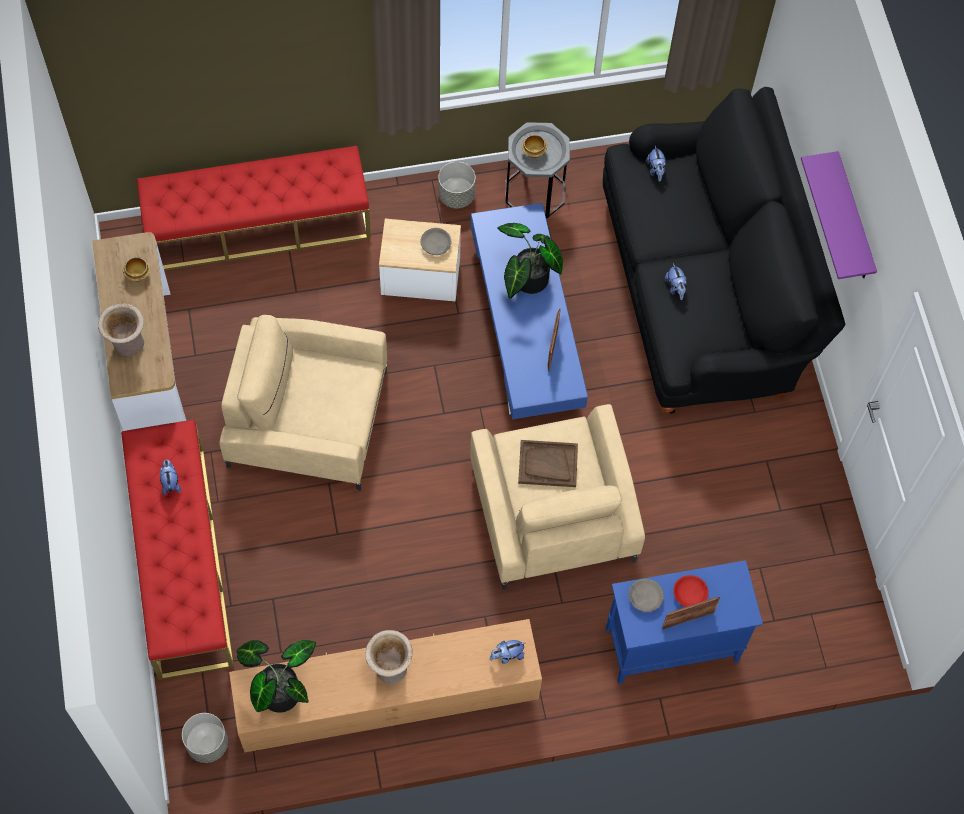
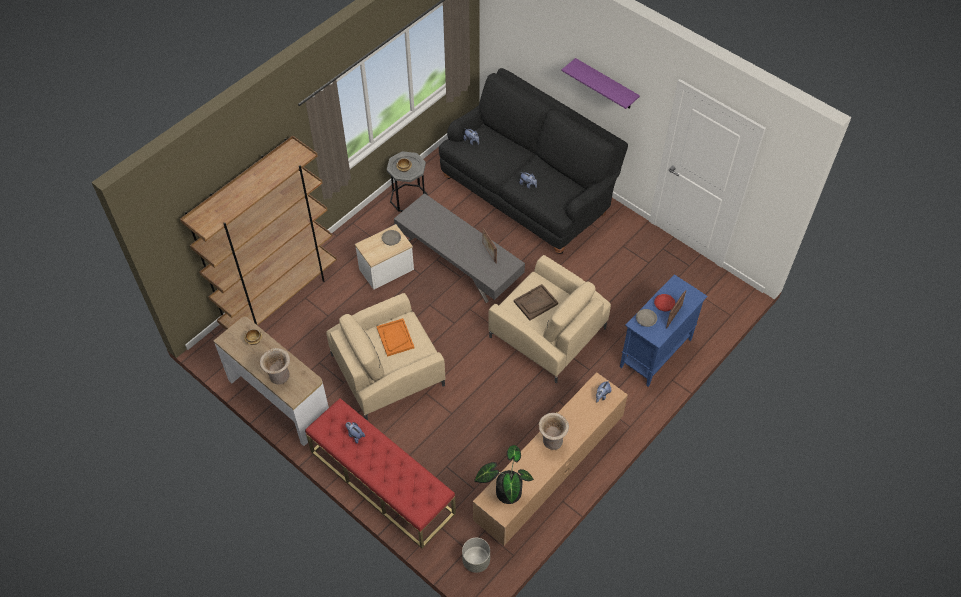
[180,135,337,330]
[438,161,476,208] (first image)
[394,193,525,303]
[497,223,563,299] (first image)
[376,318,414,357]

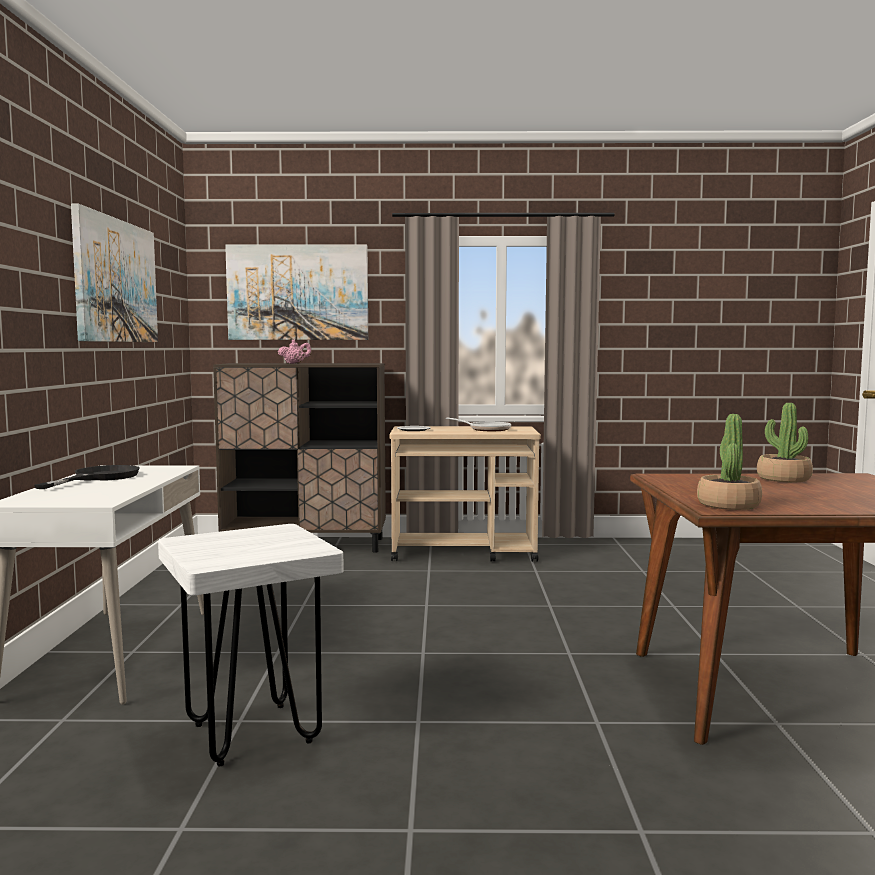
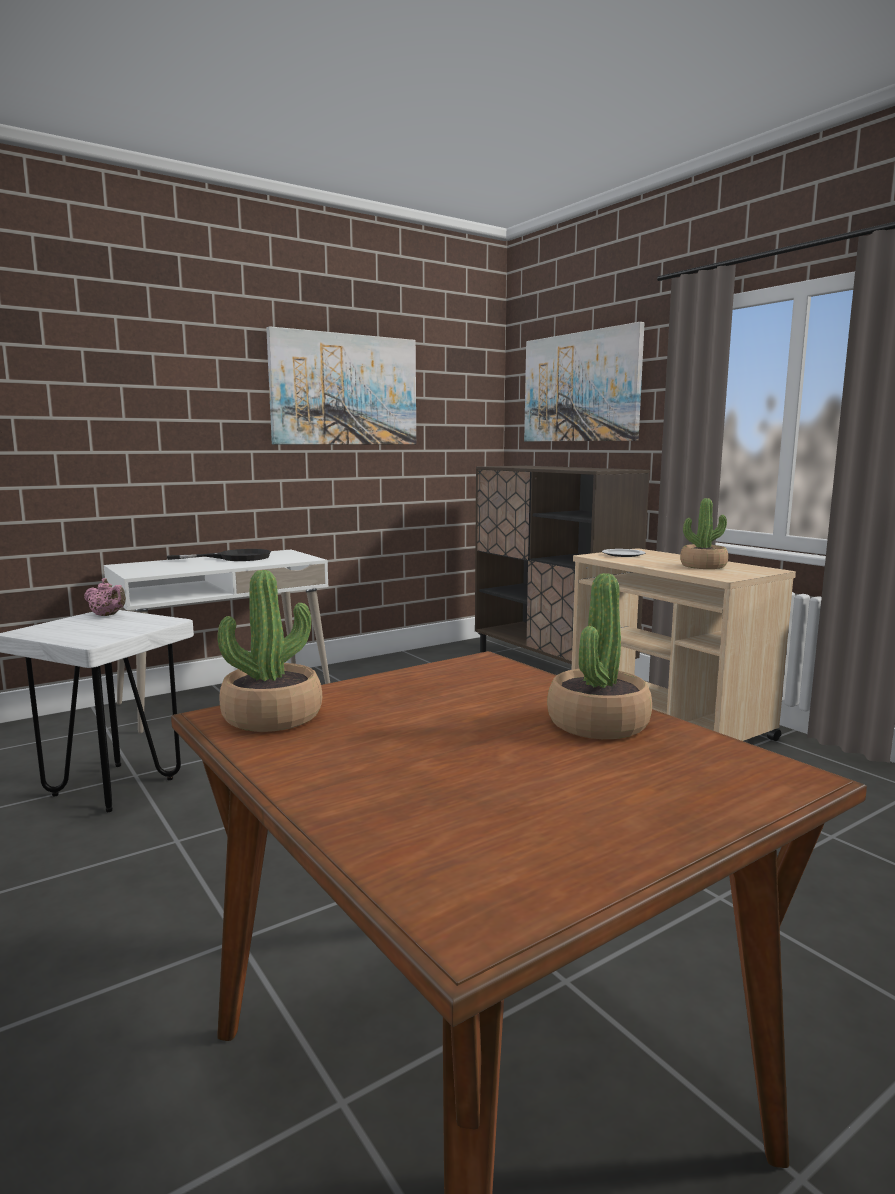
[84,578,126,616]
[680,498,728,569]

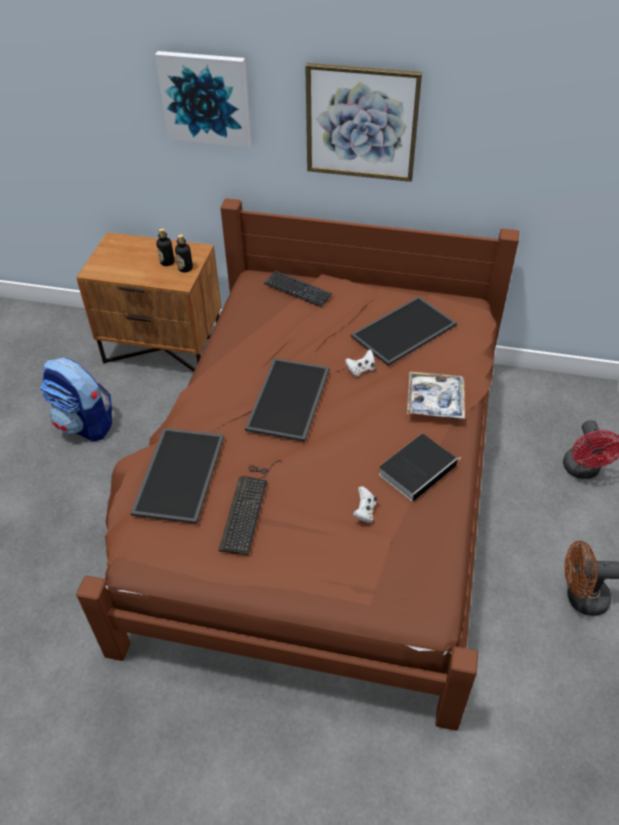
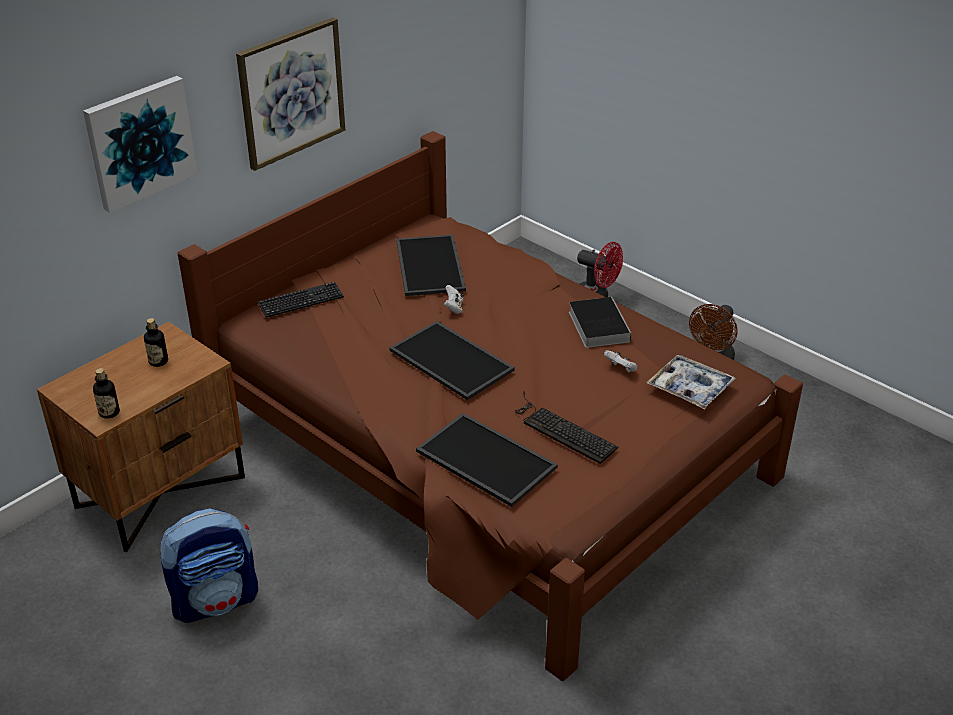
[93,368,120,419]
[646,355,736,409]

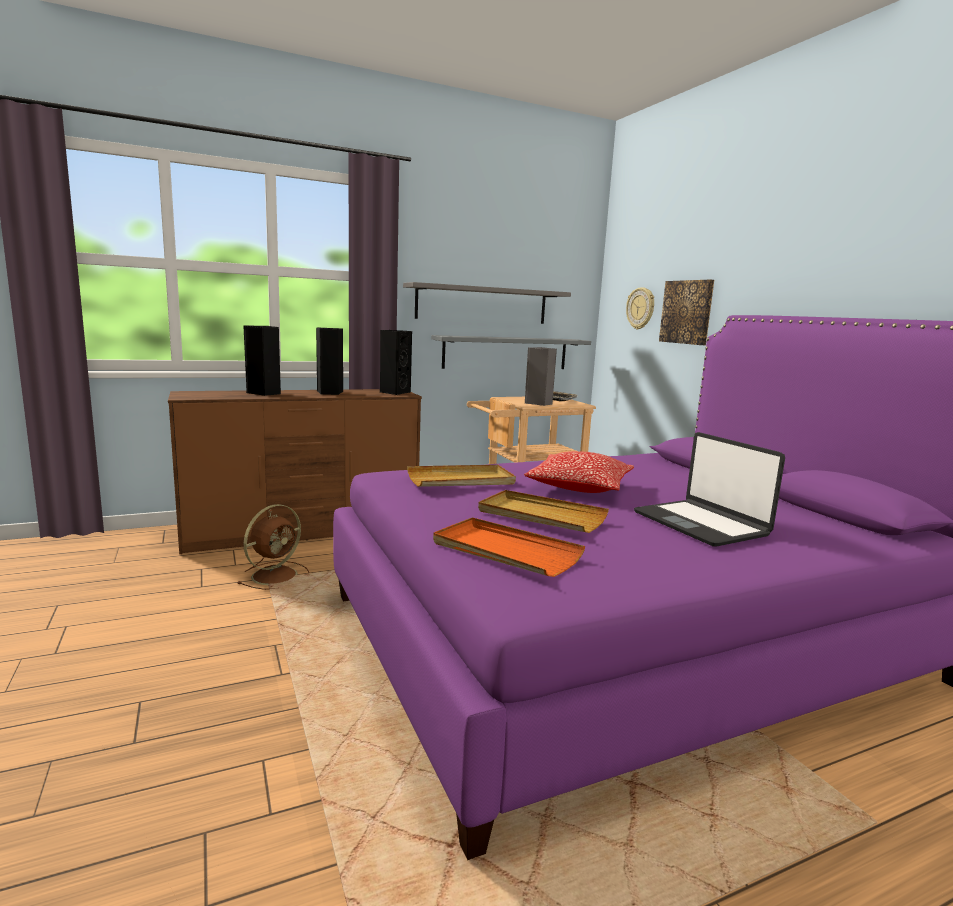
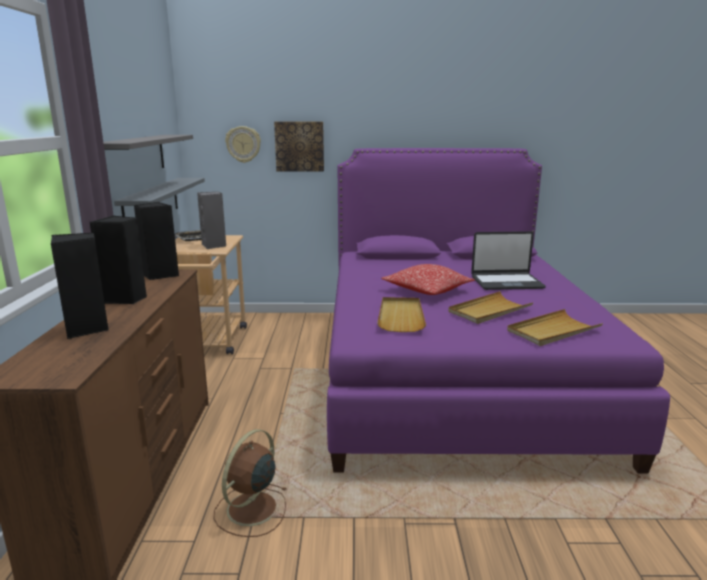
[213,429,286,537]
[507,309,603,346]

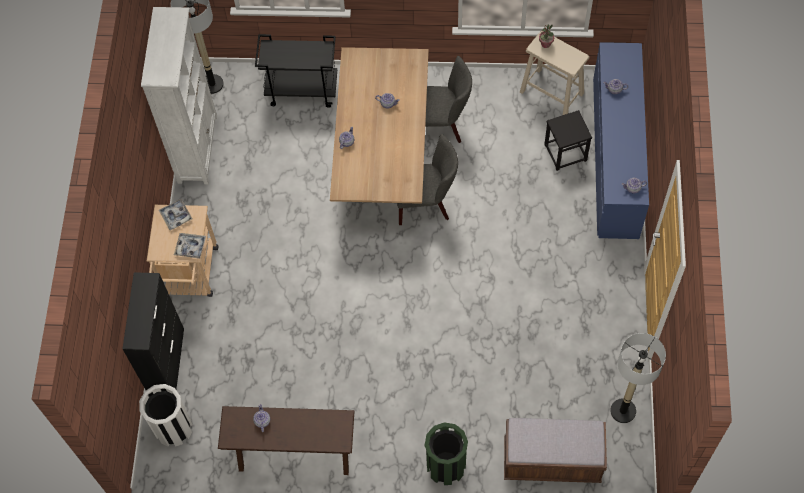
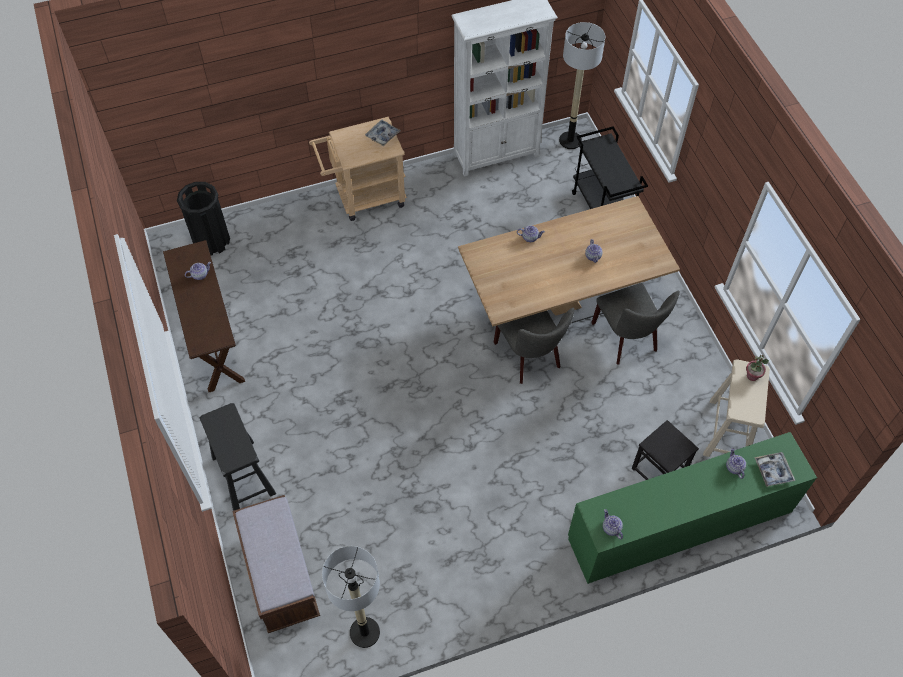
[568,432,817,584]
[754,452,795,487]
[122,272,184,397] (first image)
[177,182,230,256]
[200,403,276,511]

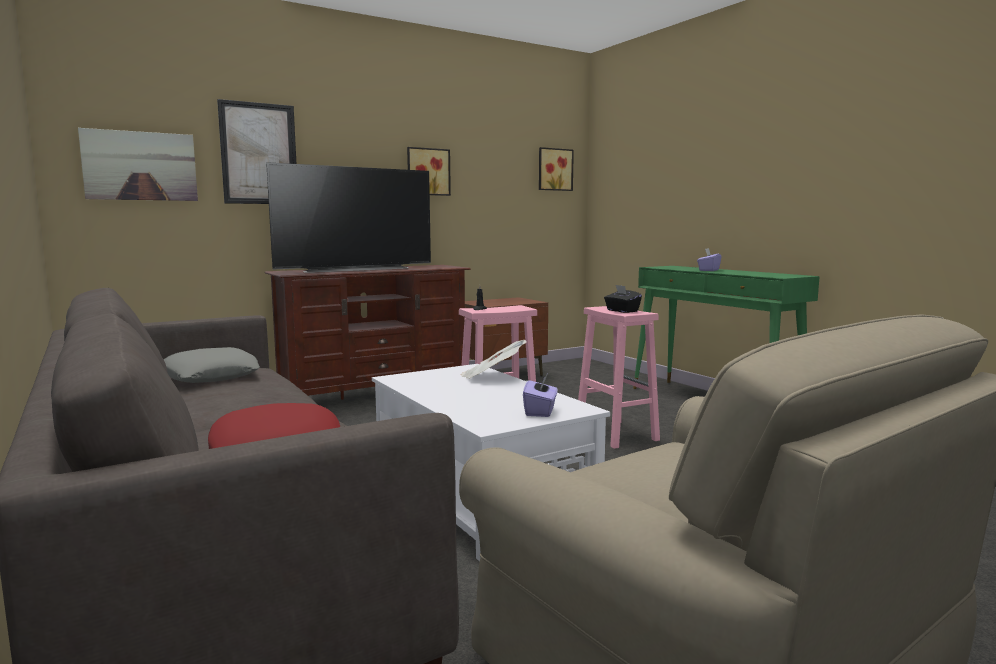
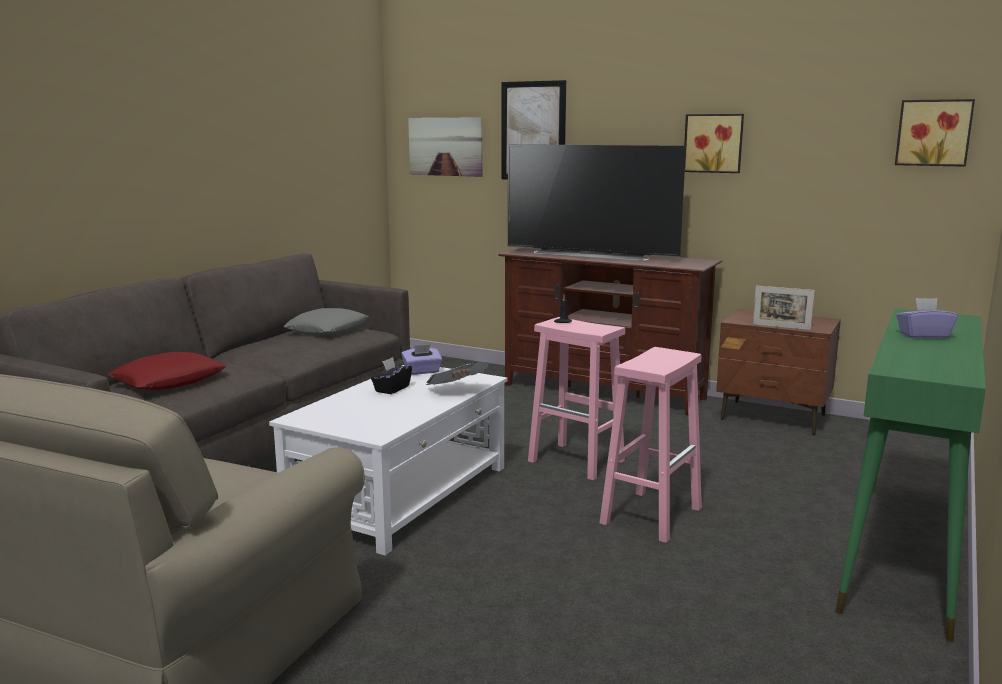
[371,357,412,394]
[401,345,442,375]
[753,286,815,330]

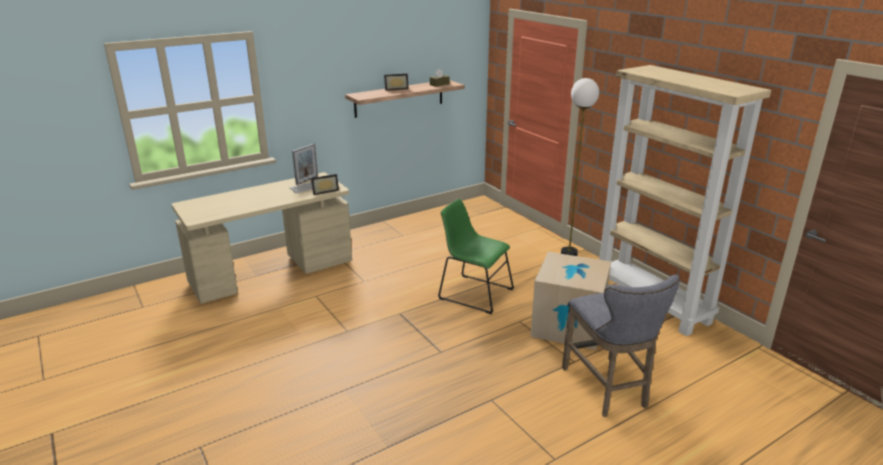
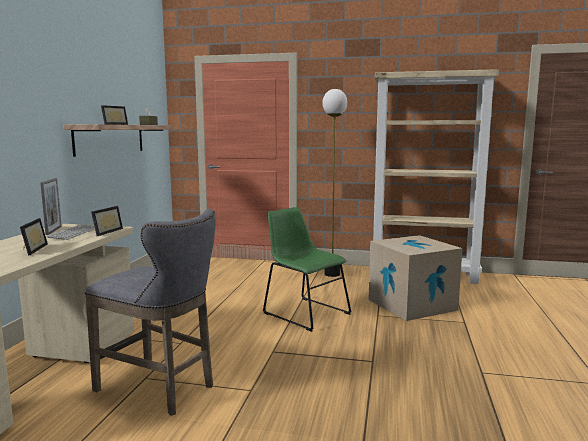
[263,207,351,332]
[85,209,216,416]
[20,218,48,256]

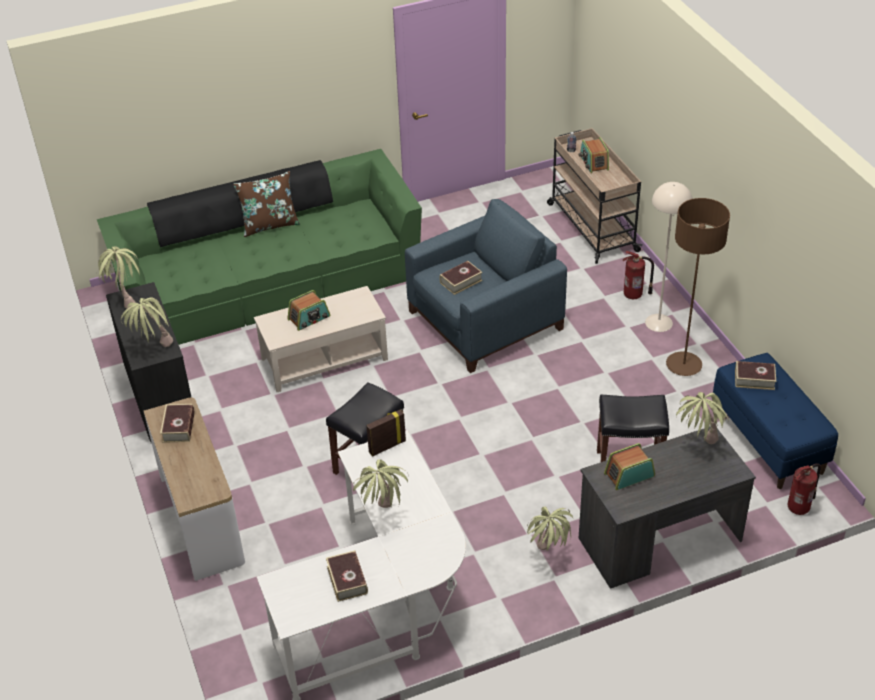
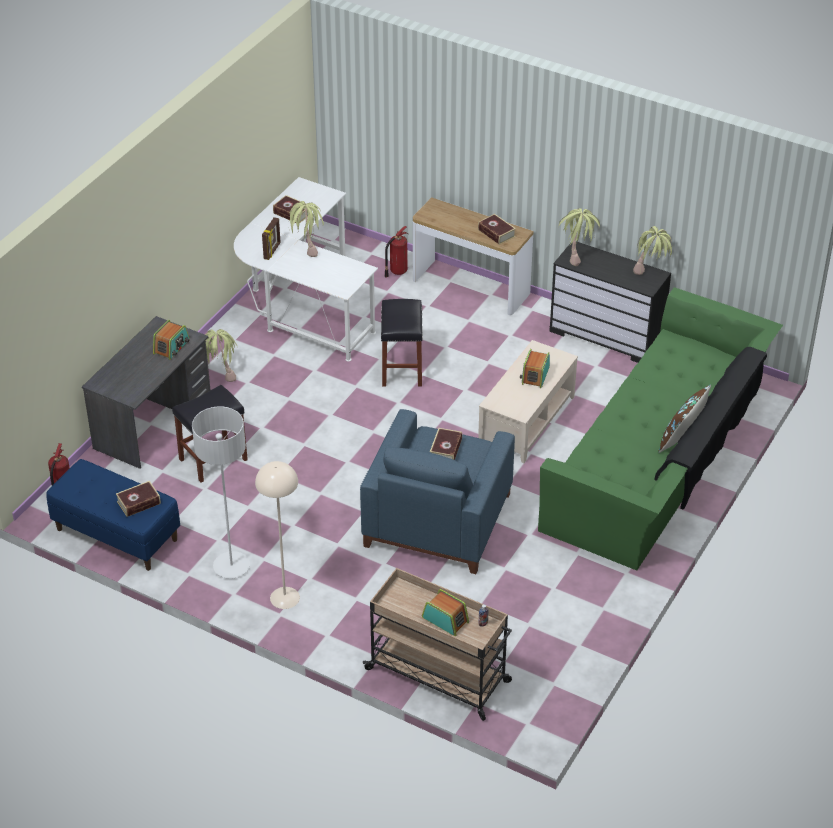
[192,407,250,579]
[385,226,408,278]
[676,392,729,444] (first image)
[262,217,281,260]

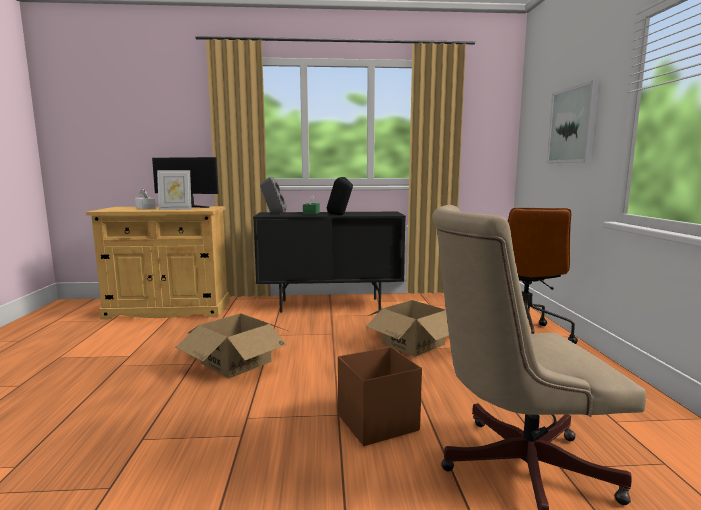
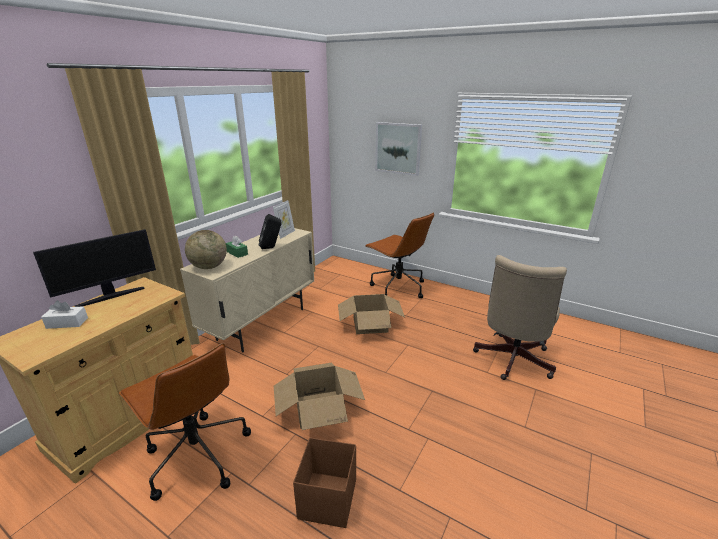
[273,200,295,239]
[185,230,227,269]
[180,228,314,353]
[293,438,356,528]
[119,343,251,501]

